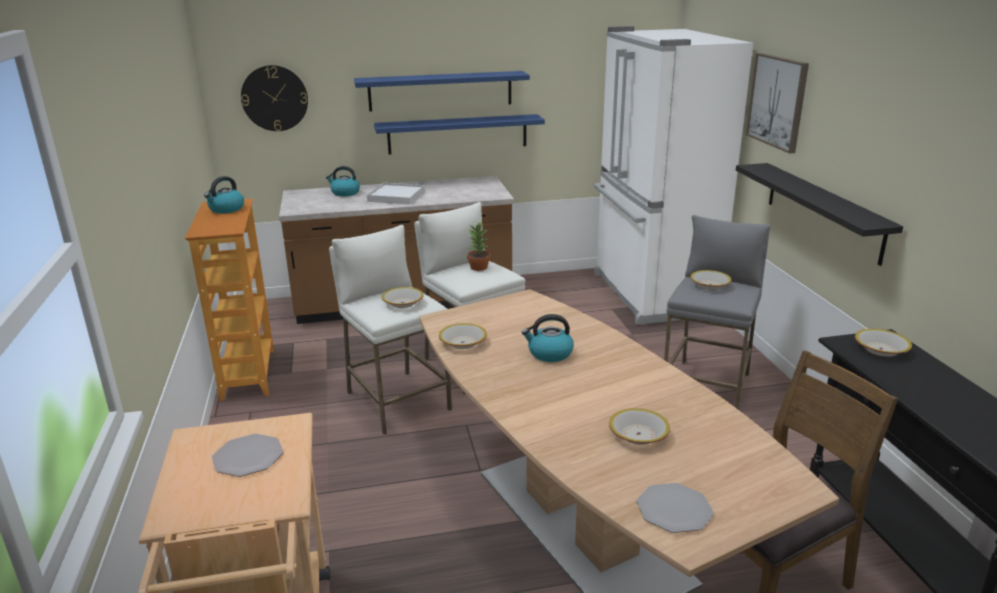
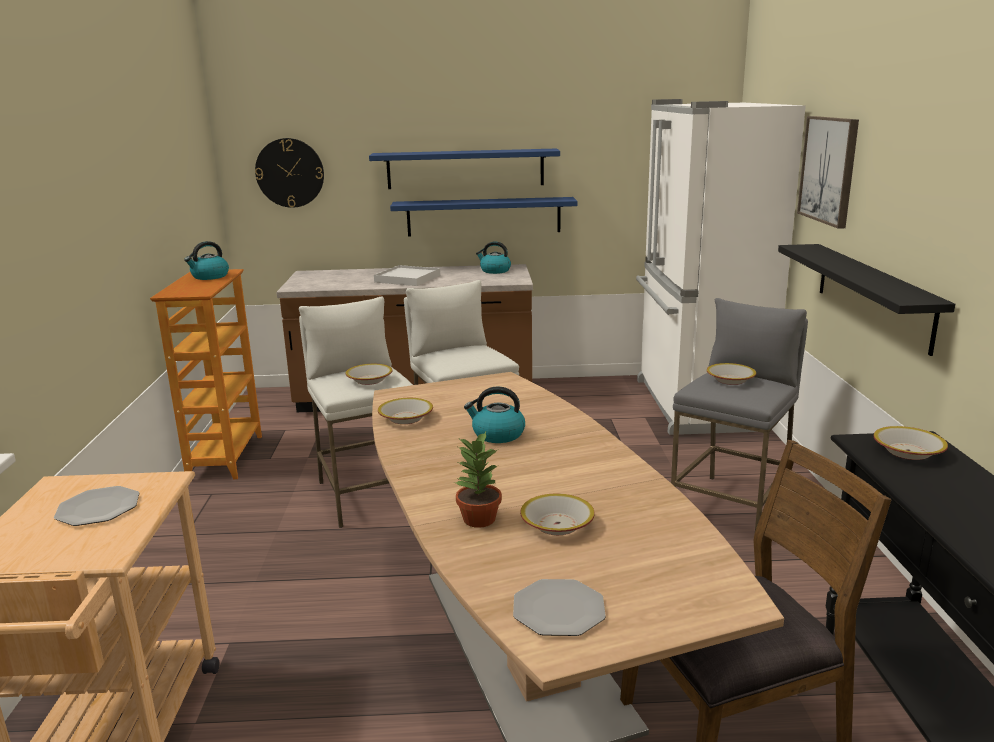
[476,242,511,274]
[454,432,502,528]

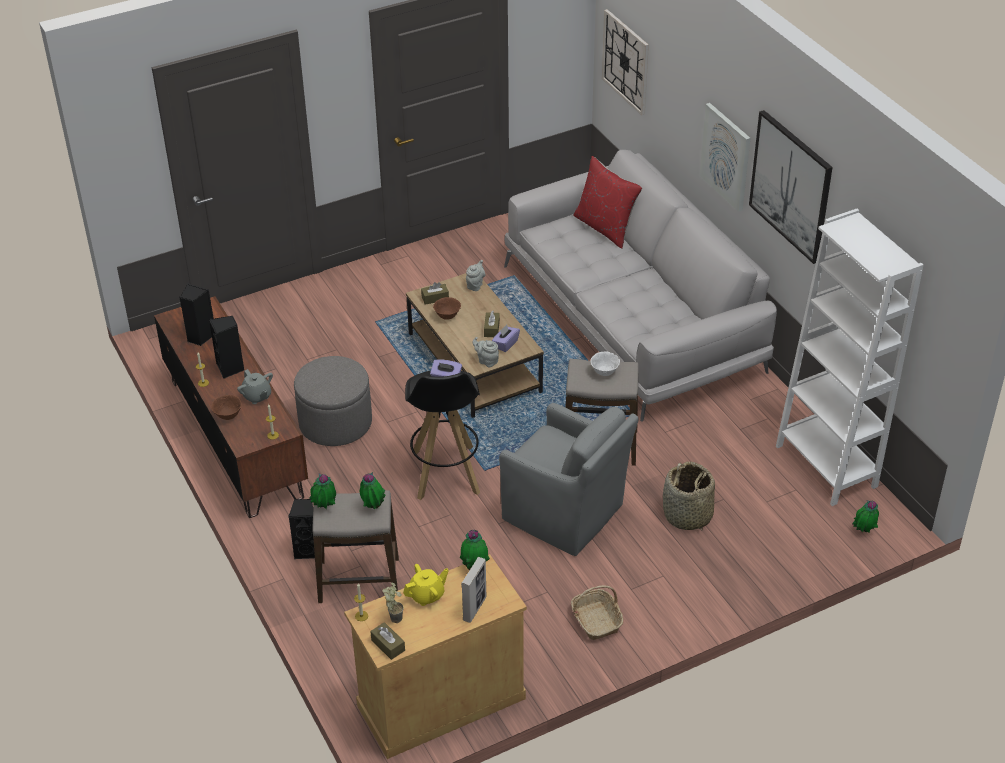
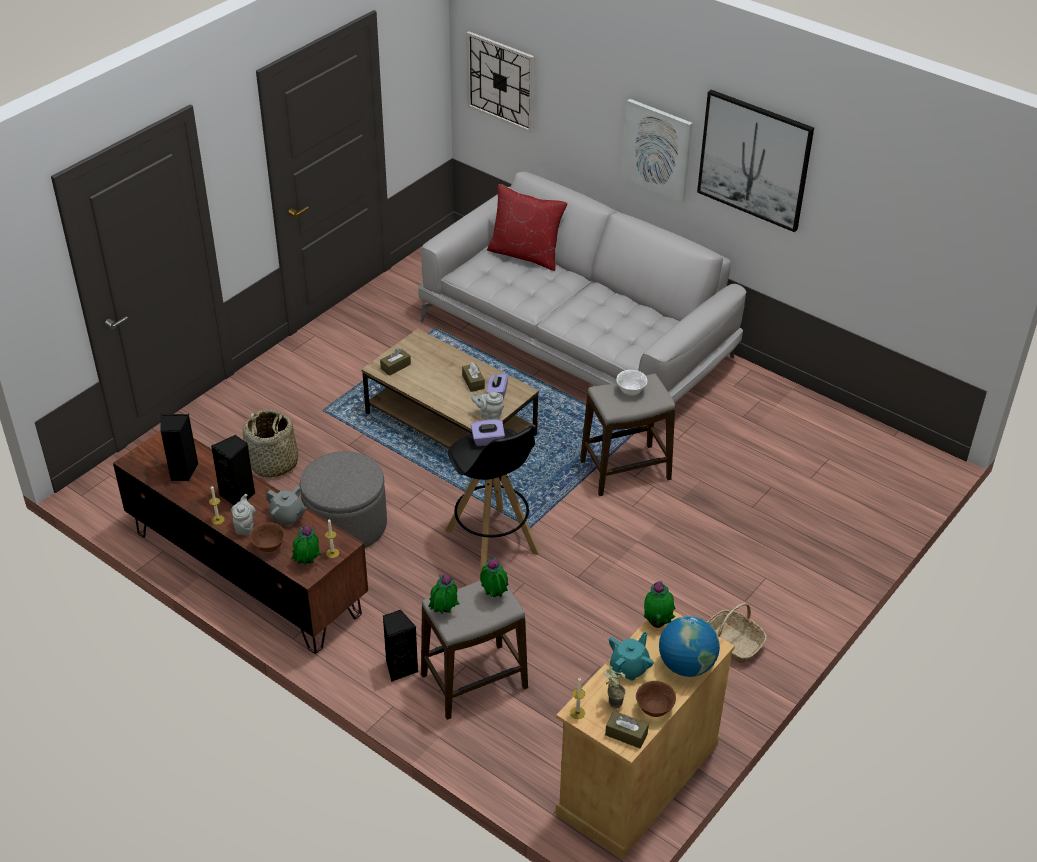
[776,209,923,506] (first image)
[231,494,256,535]
[636,681,676,717]
[499,403,639,556] (first image)
[243,409,298,478]
[292,526,322,565]
[659,616,720,677]
[609,632,654,681]

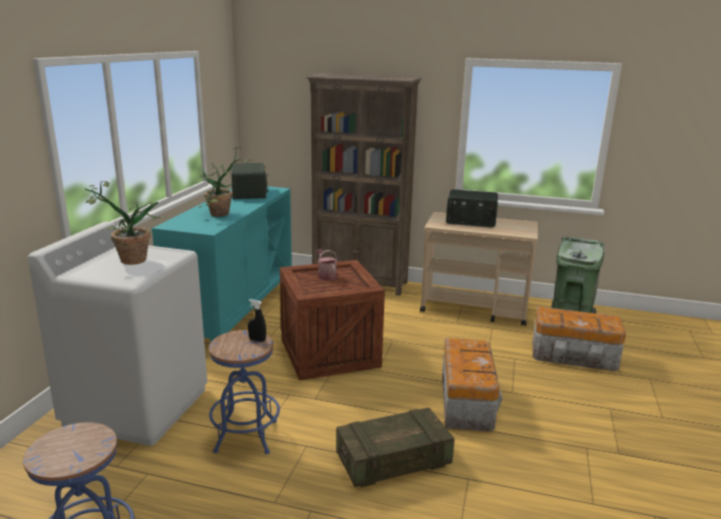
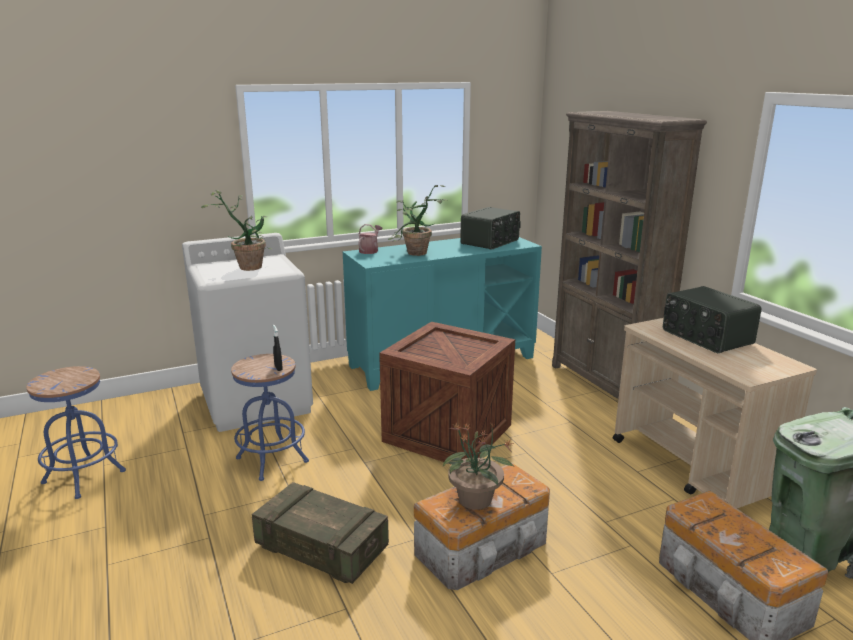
[358,224,382,254]
[443,422,514,510]

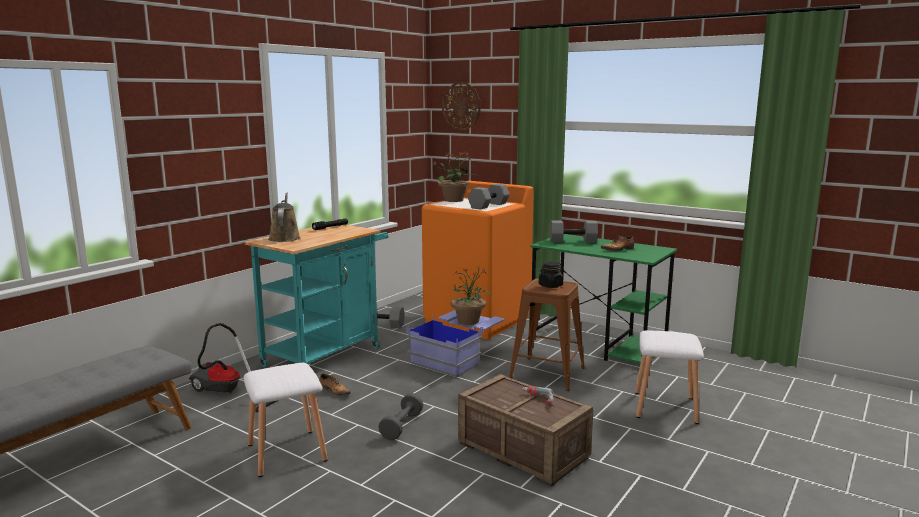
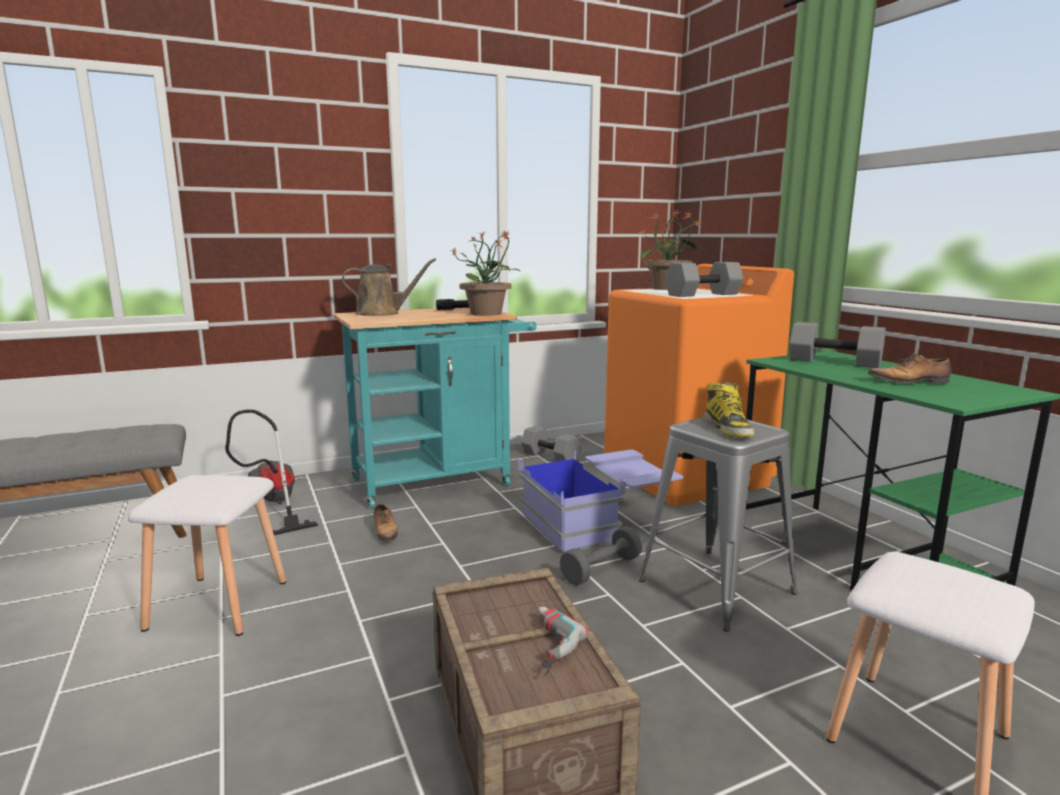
[442,82,481,130] (first image)
[342,258,436,316]
[704,382,754,437]
[451,231,520,316]
[639,417,798,632]
[560,526,642,586]

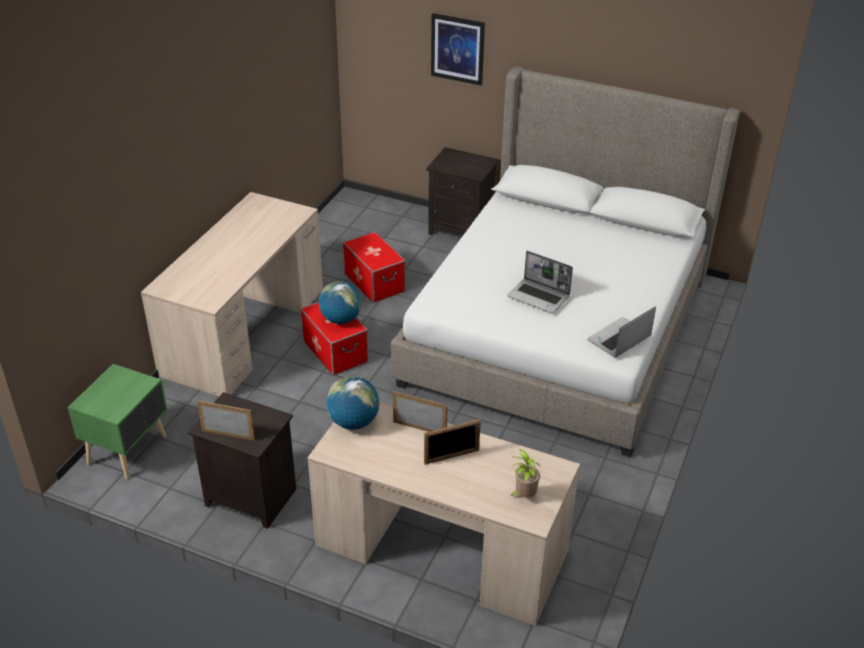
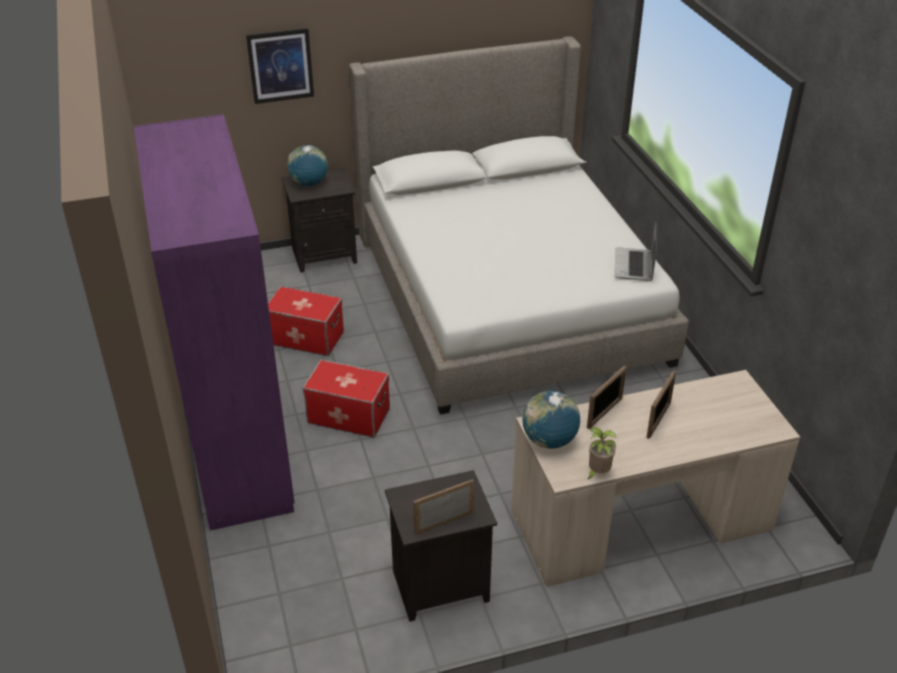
[133,114,295,531]
[507,251,573,313] (first image)
[287,145,328,186]
[67,364,167,479] (first image)
[587,366,626,429]
[587,427,616,480]

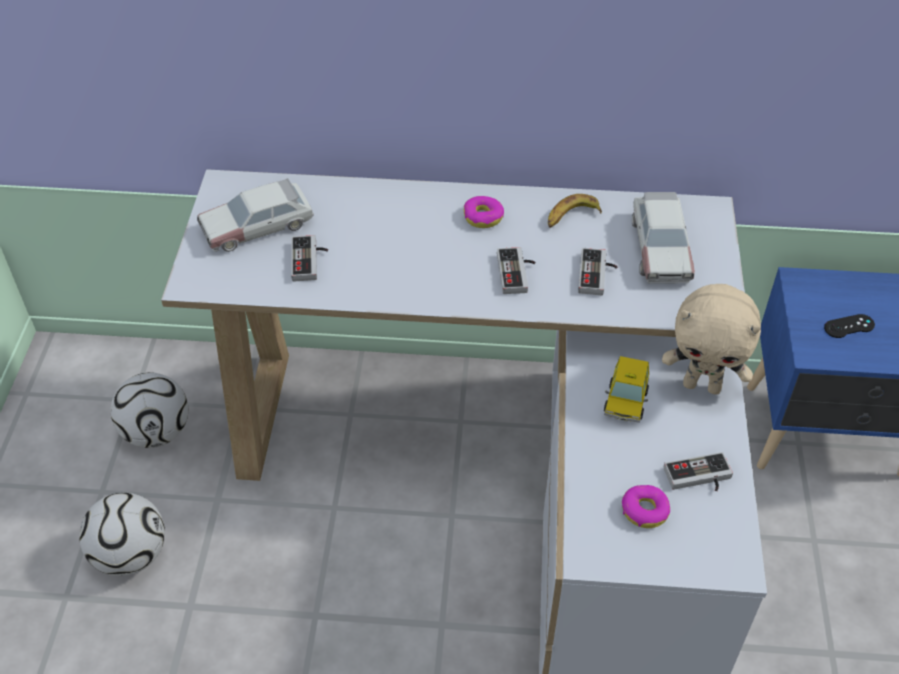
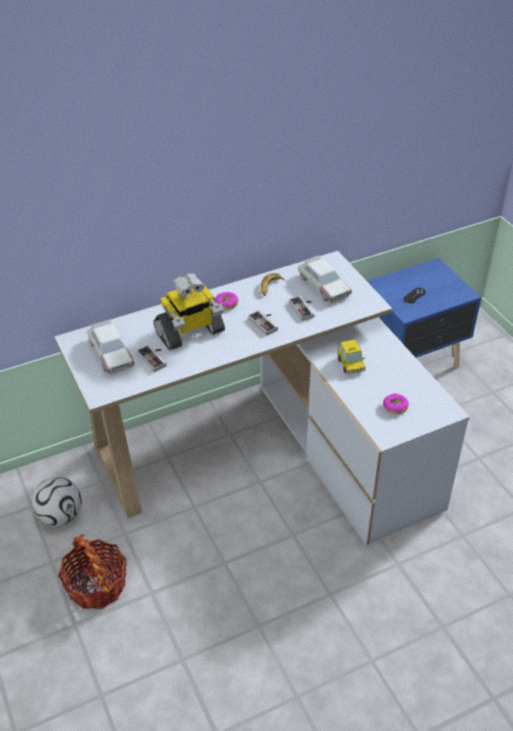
[87,320,135,375]
[662,284,761,395] (first image)
[664,452,733,491] (first image)
[58,534,127,609]
[154,273,225,350]

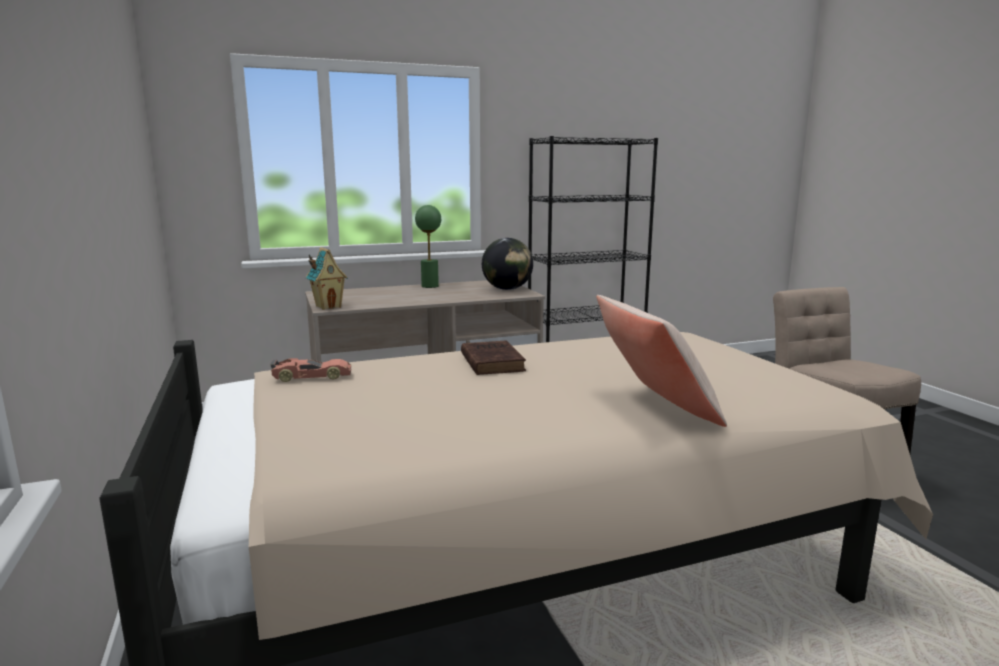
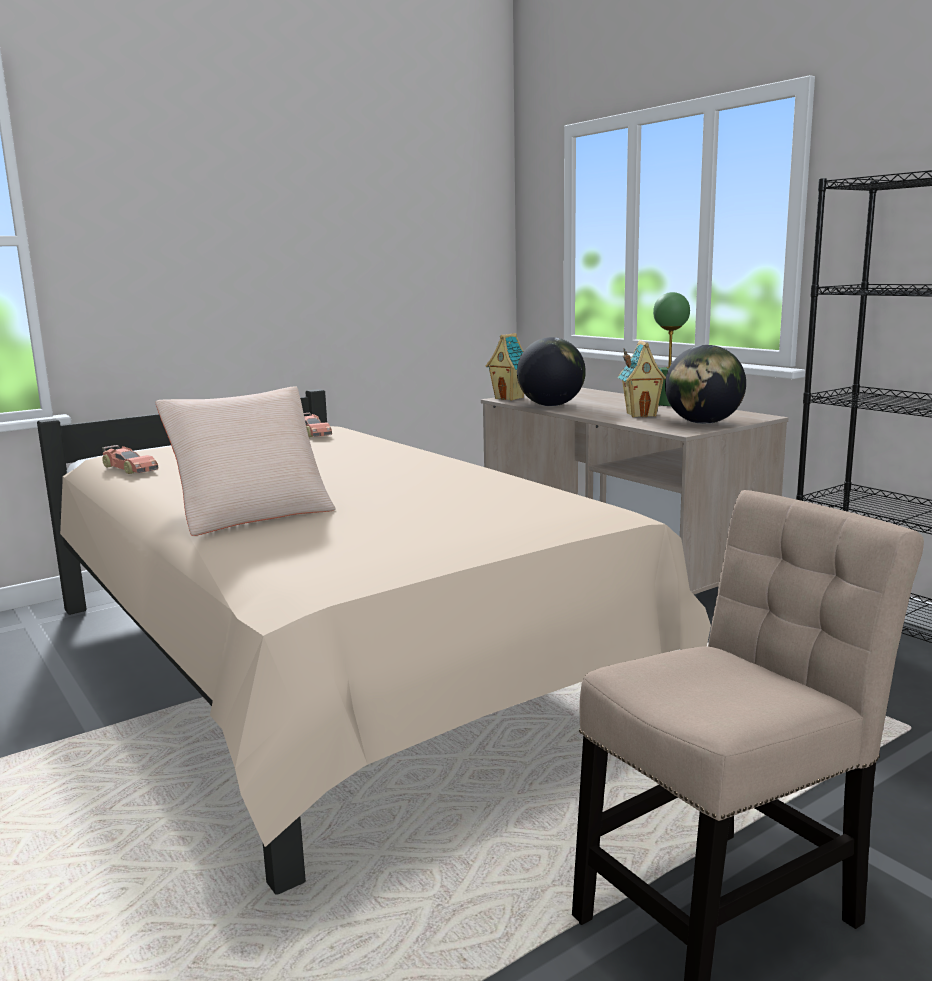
[461,341,526,375] (first image)
[517,337,586,406]
[618,340,666,417]
[102,445,158,474]

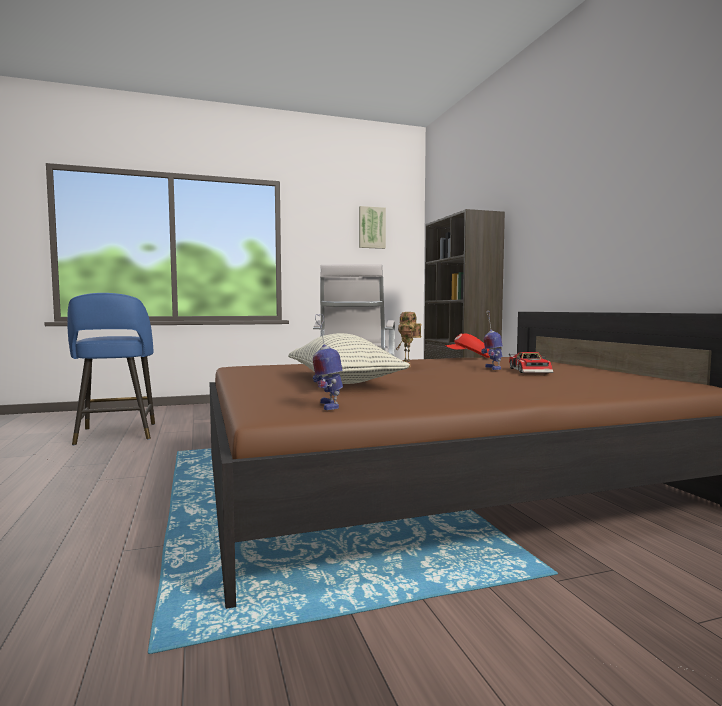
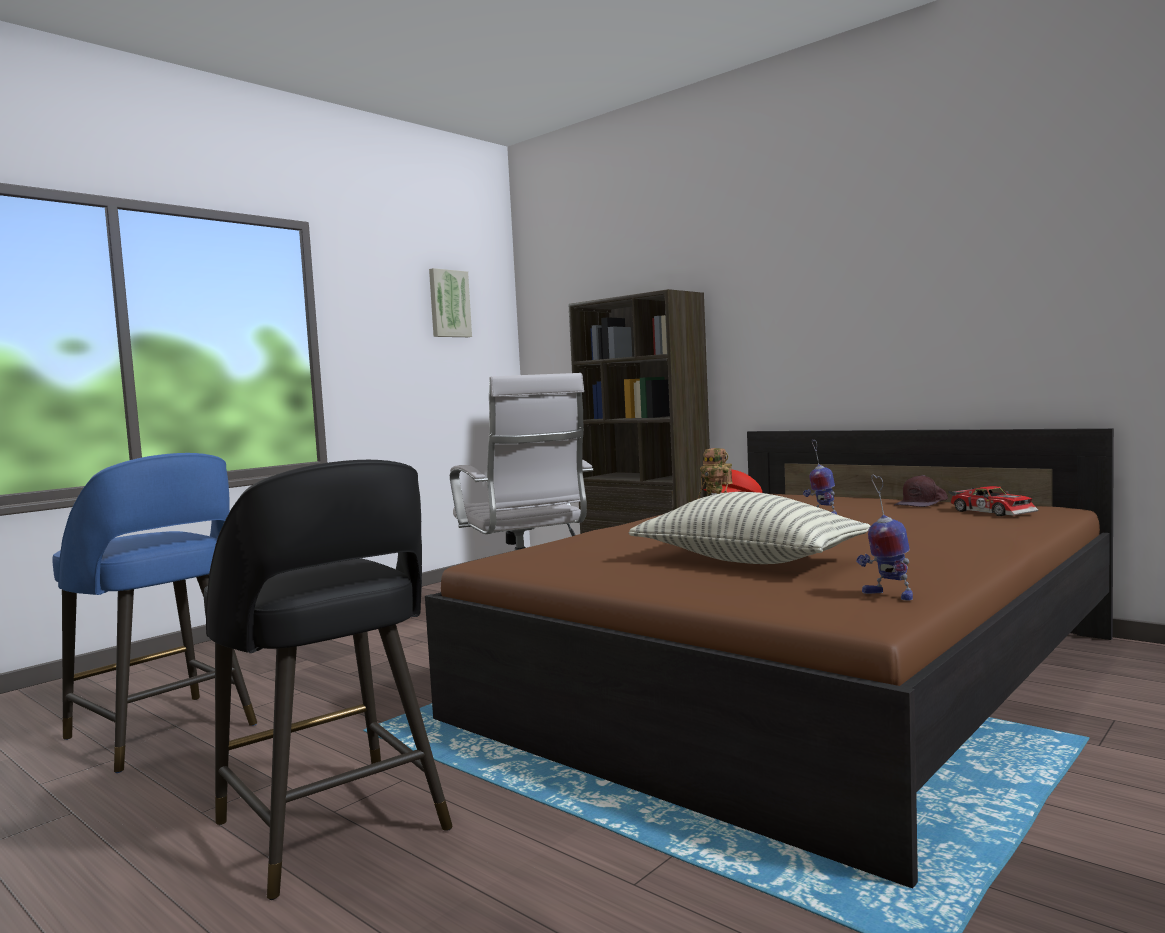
[948,486,1038,516]
[204,460,453,900]
[894,475,948,507]

